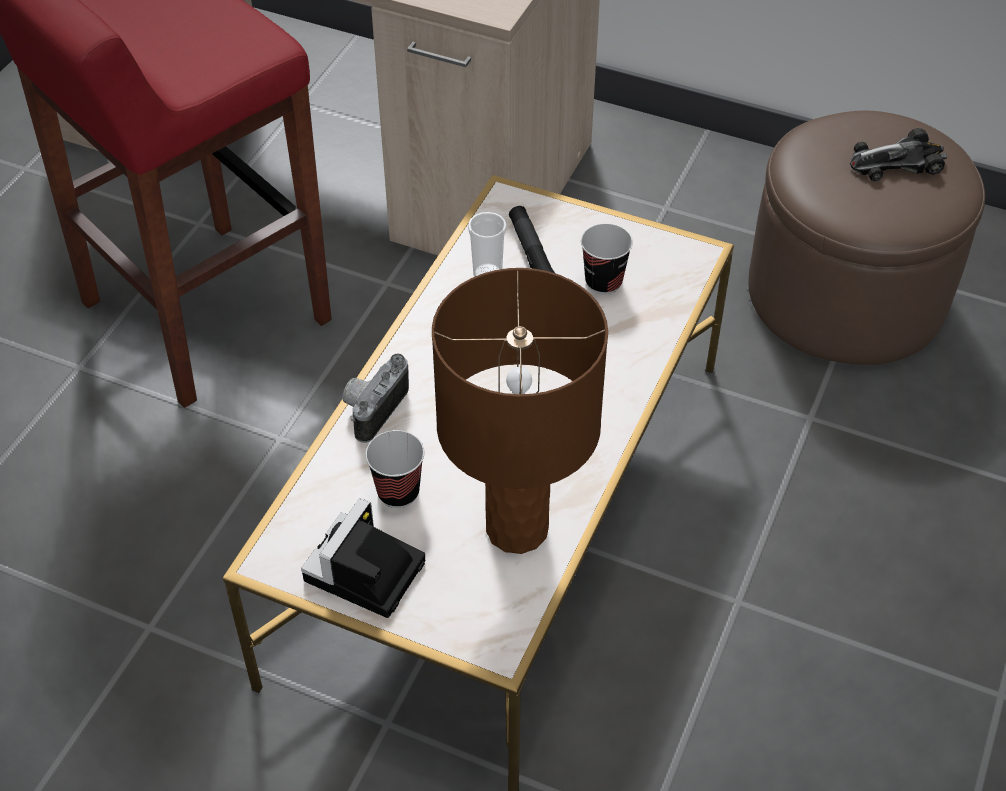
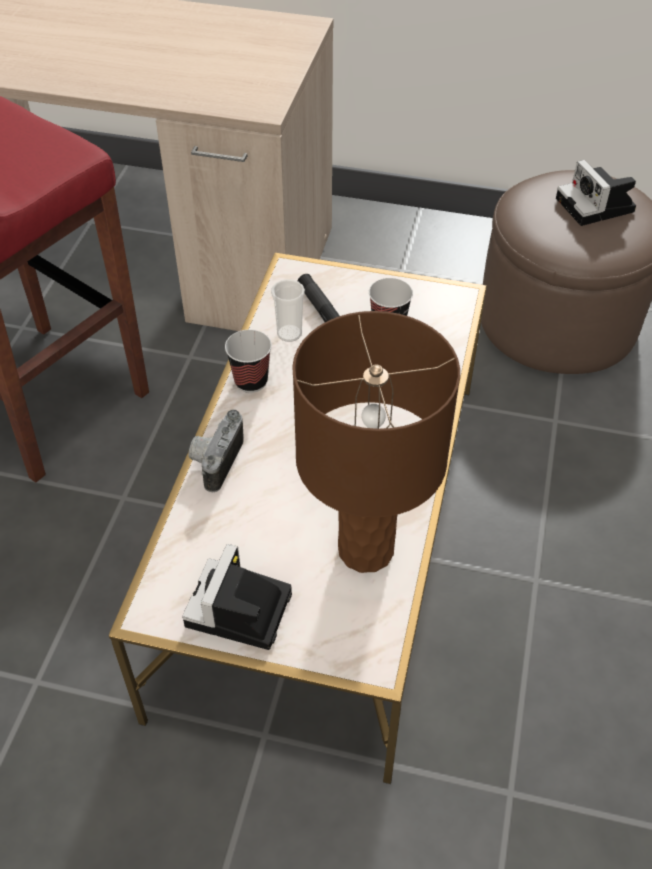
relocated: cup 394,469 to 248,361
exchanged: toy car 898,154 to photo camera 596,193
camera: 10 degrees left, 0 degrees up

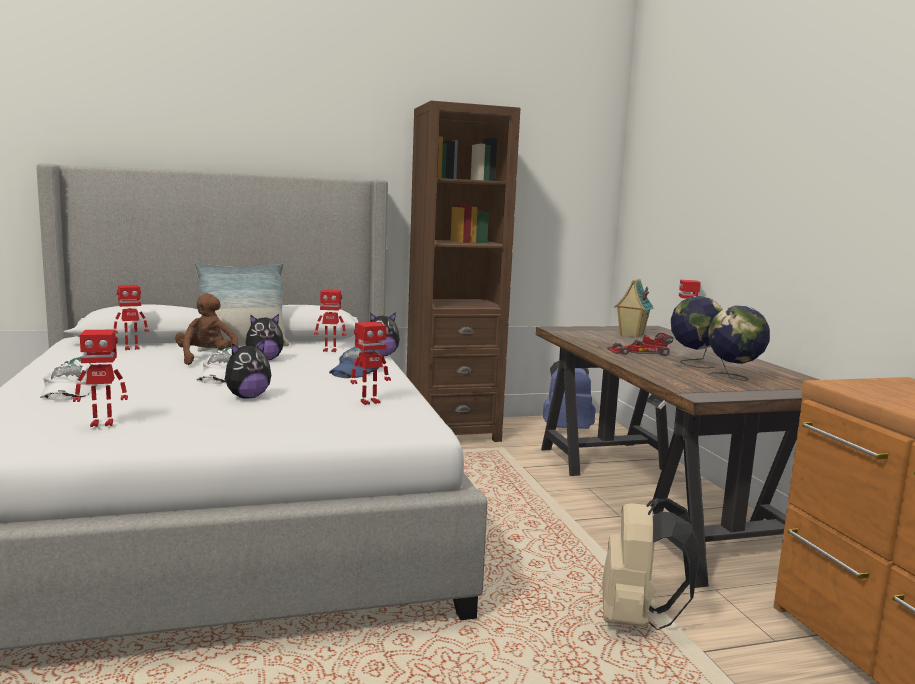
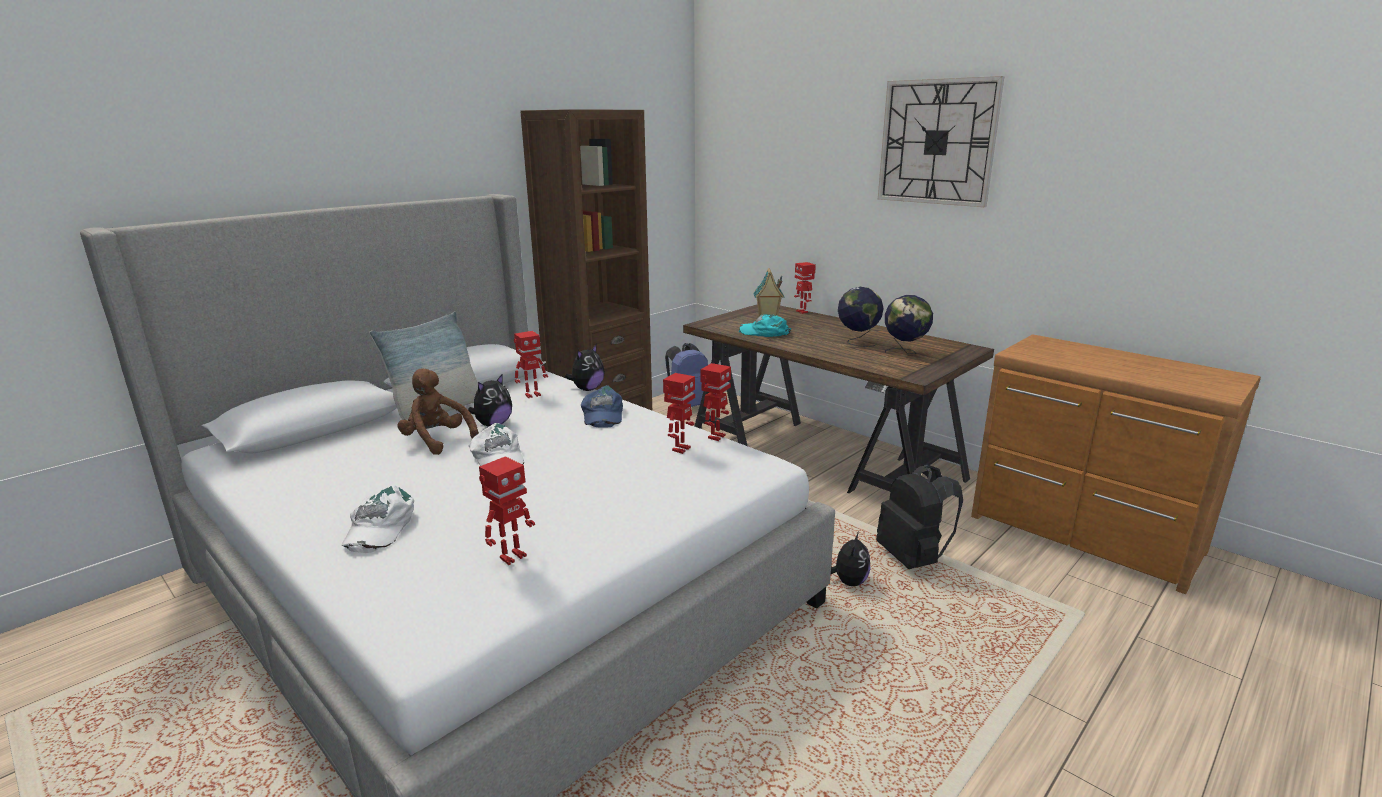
missing: toy car 640,344
appeared: turquoise cap 765,325; wall clock 941,141
relocated: toy robot 131,317 to 716,402; plush toy 248,369 to 850,559
colour: beige backpack 651,564 to black backpack 919,517
spun: white cap 69,378 = 378,519 45 degrees clockwise
camera: 30 degrees left, 10 degrees up

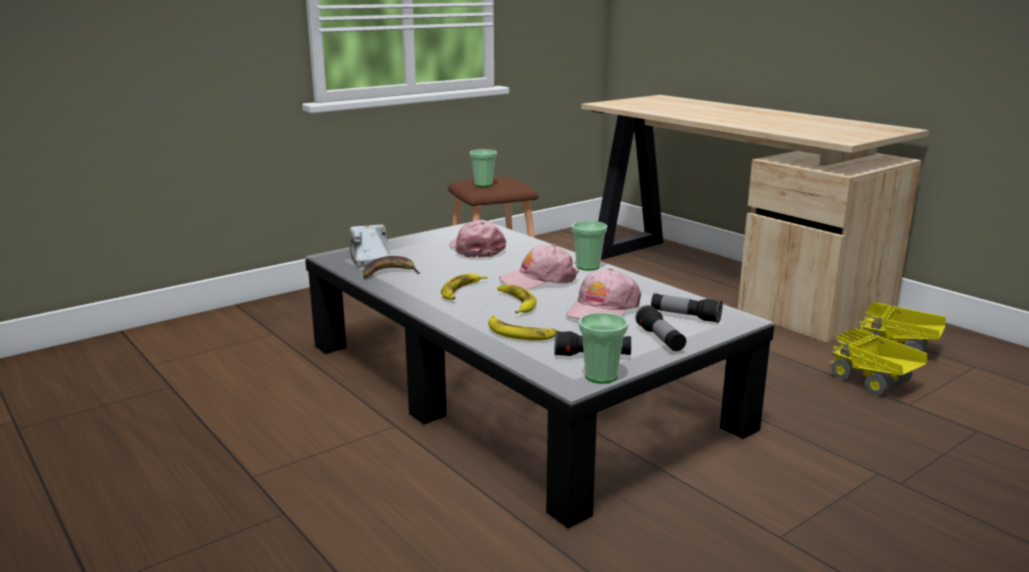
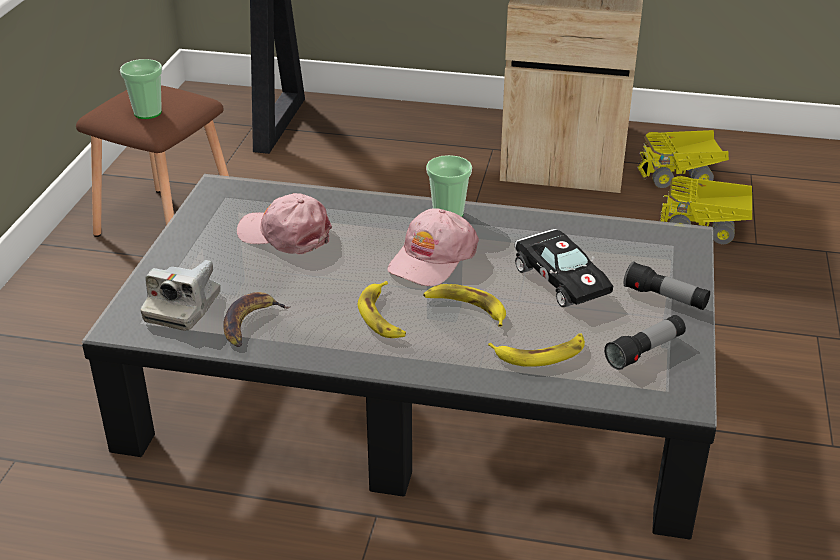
missing: cup 603,348; flashlight 687,308
exchanged: pink cap 603,293 to black toy car 563,268
spun: photo camera 369,246 = 181,295 105 degrees counterclockwise
camera: 40 degrees left, 15 degrees up

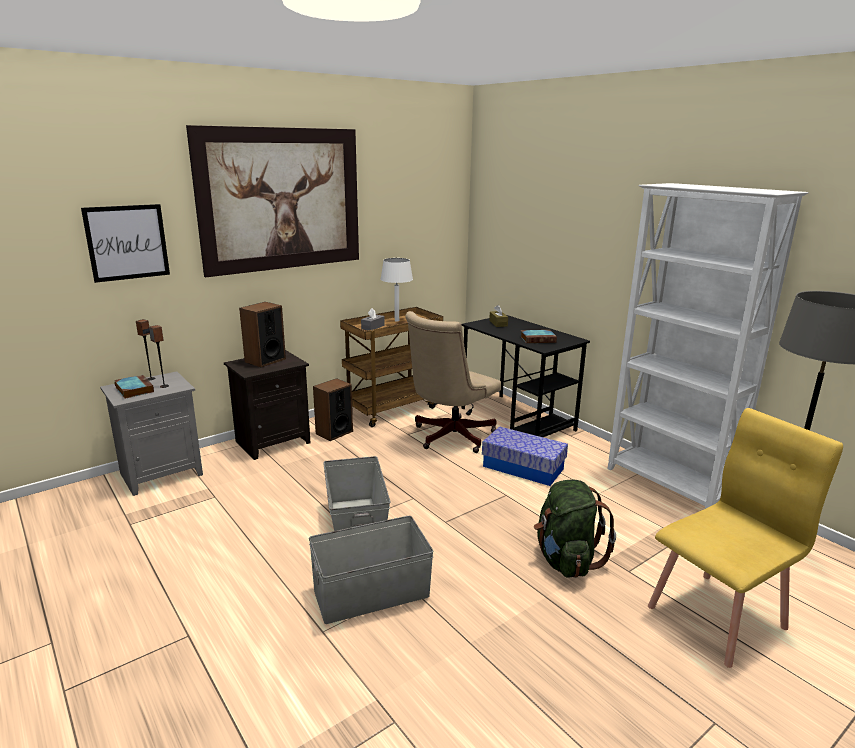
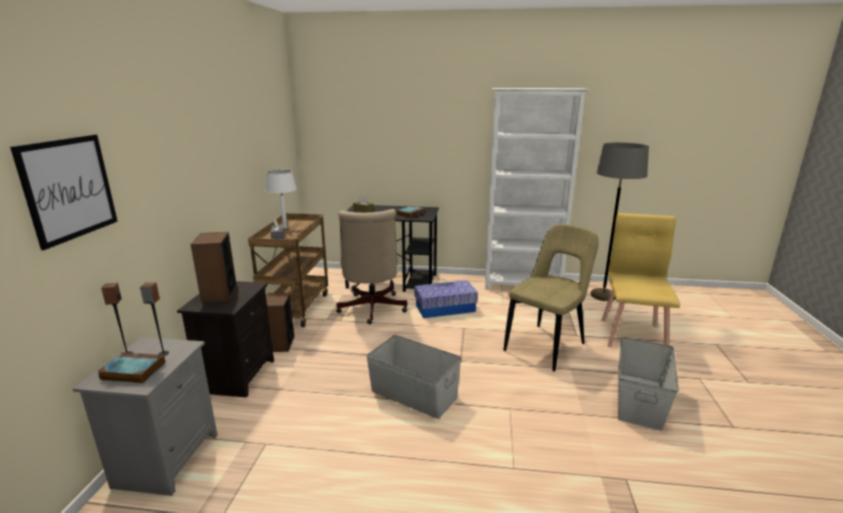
missing: picture 272,201
relocated: grey storage box 371,570 to 648,384
exchanged: green backpack 575,528 to beige chair 551,298
camera: 45 degrees left, 0 degrees up

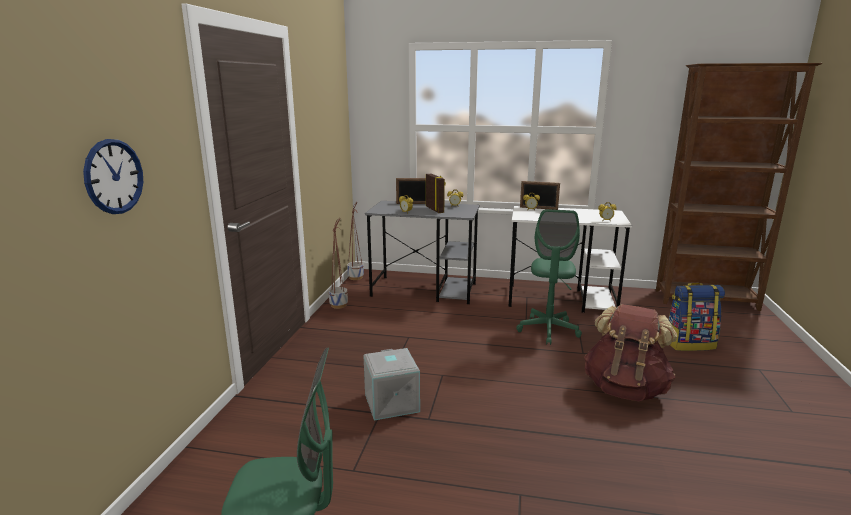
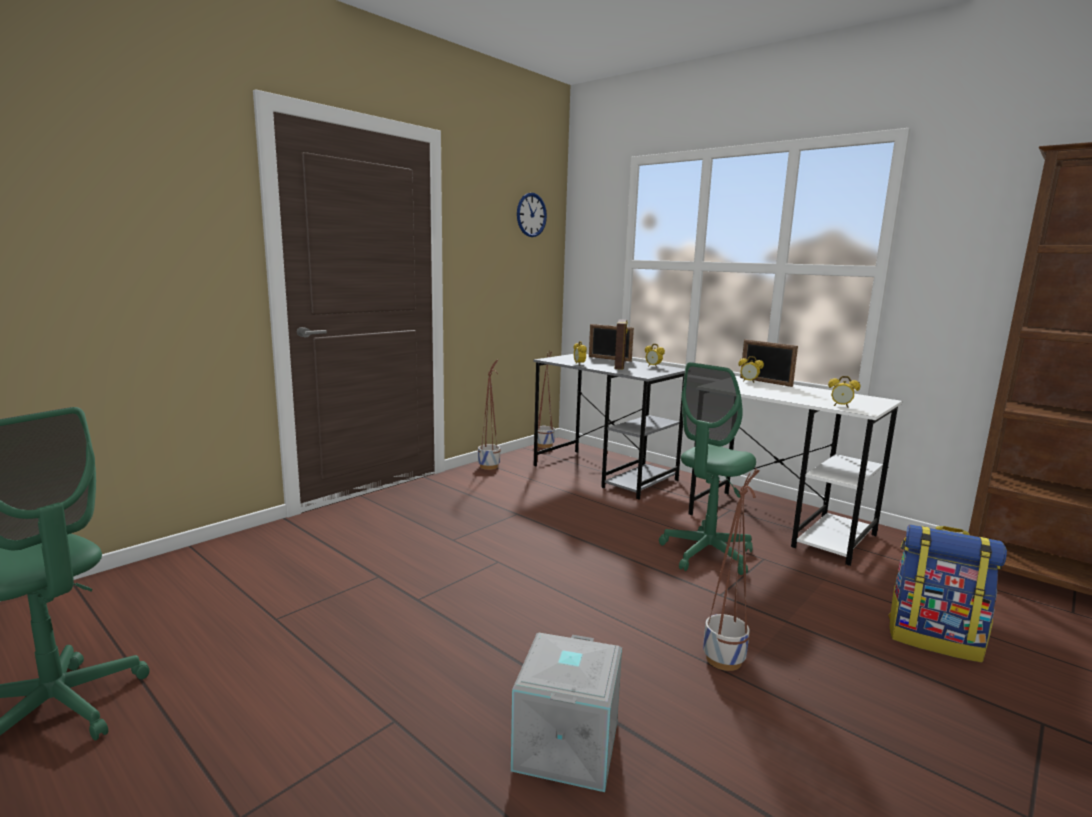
relocated: grey storage box 391,384 to 566,712; wall clock 113,176 to 532,215
exchanged: brown backpack 630,352 to planter 731,569
camera: 30 degrees right, 5 degrees down

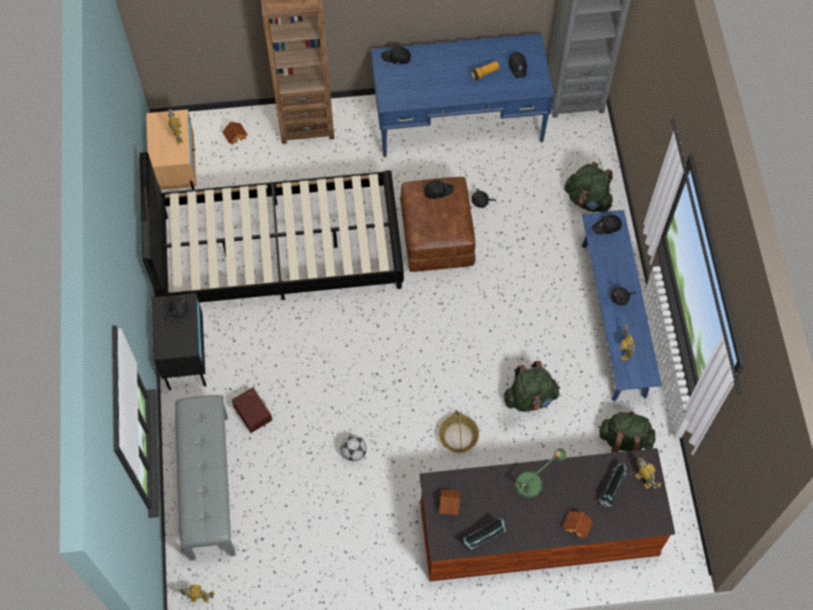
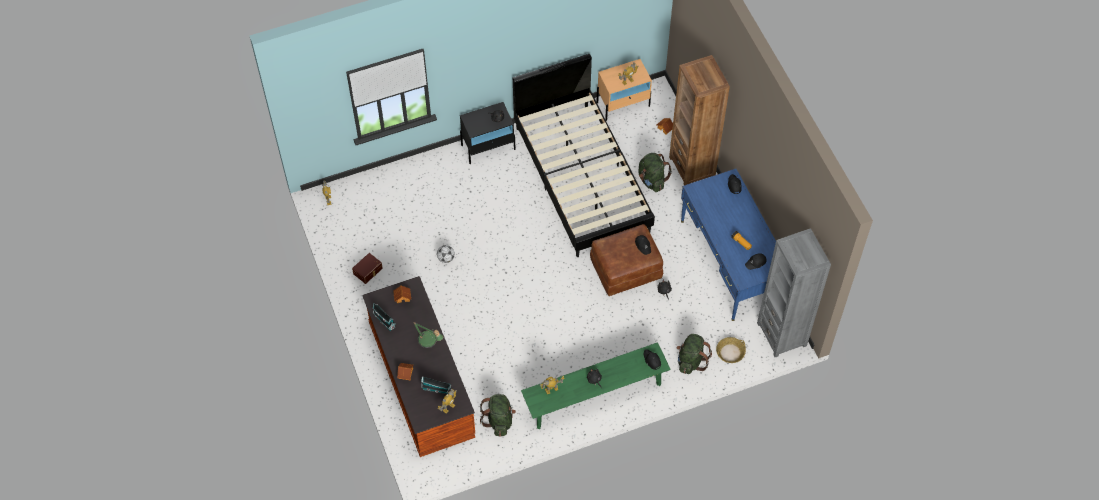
missing: grey bench 205,477
relocated: brown storage box 252,410 to 367,268; green backpack 532,386 to 655,172; basket 458,432 to 731,350
colour: blue bench 622,306 to green bench 596,385
camera: 75 degrees right, 5 degrees down

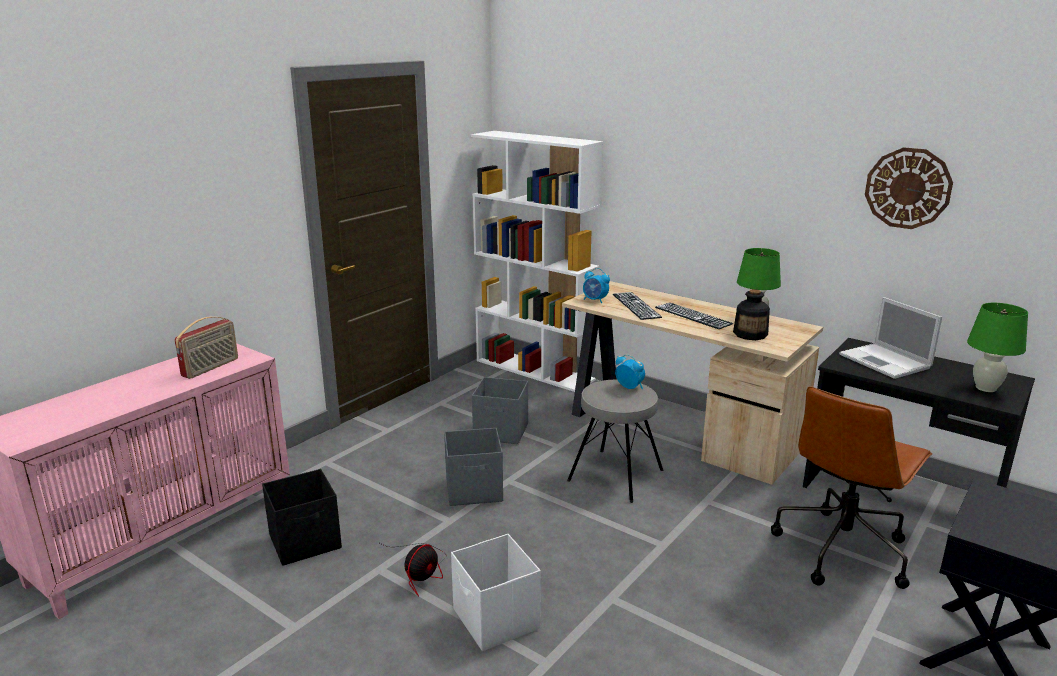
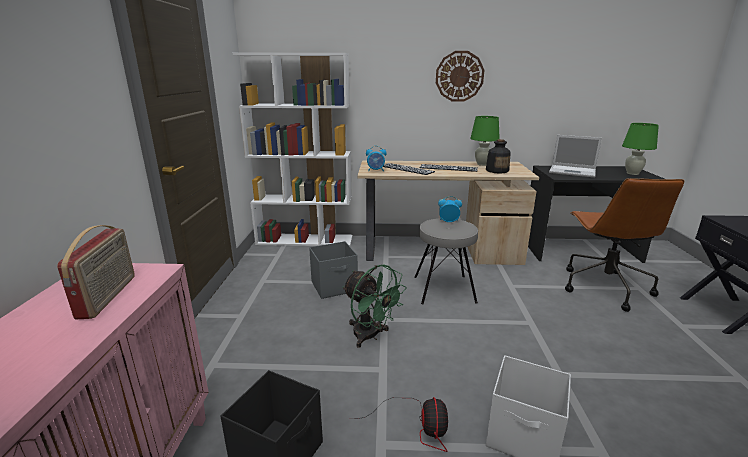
relocated: wall clock 909,188 to 460,76
exchanged: grey storage box 473,467 to green fan 374,306
camera: 35 degrees left, 0 degrees up

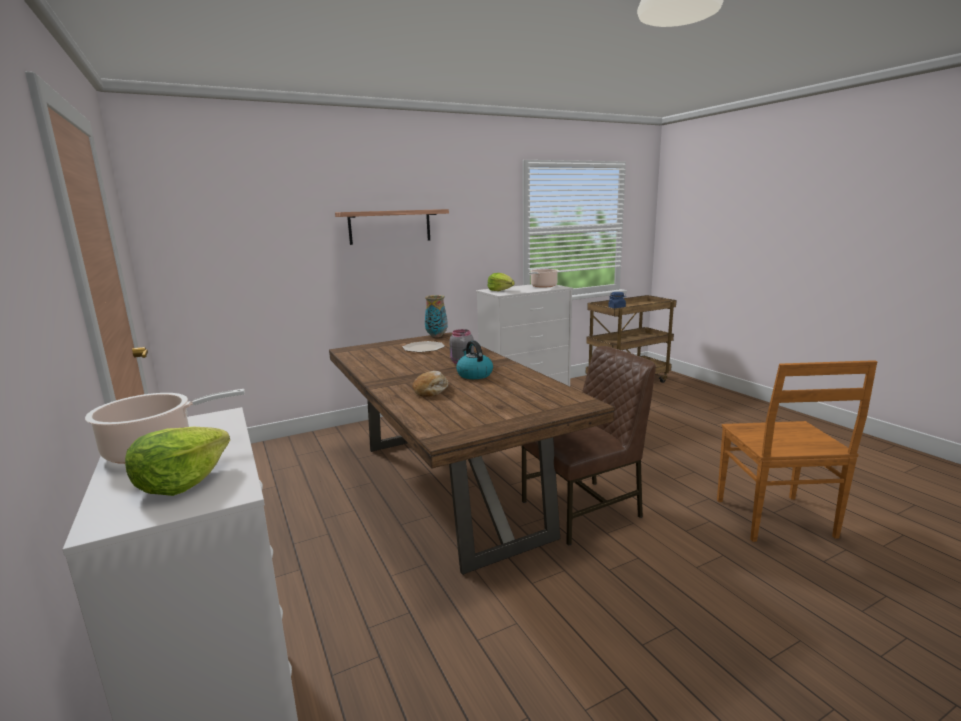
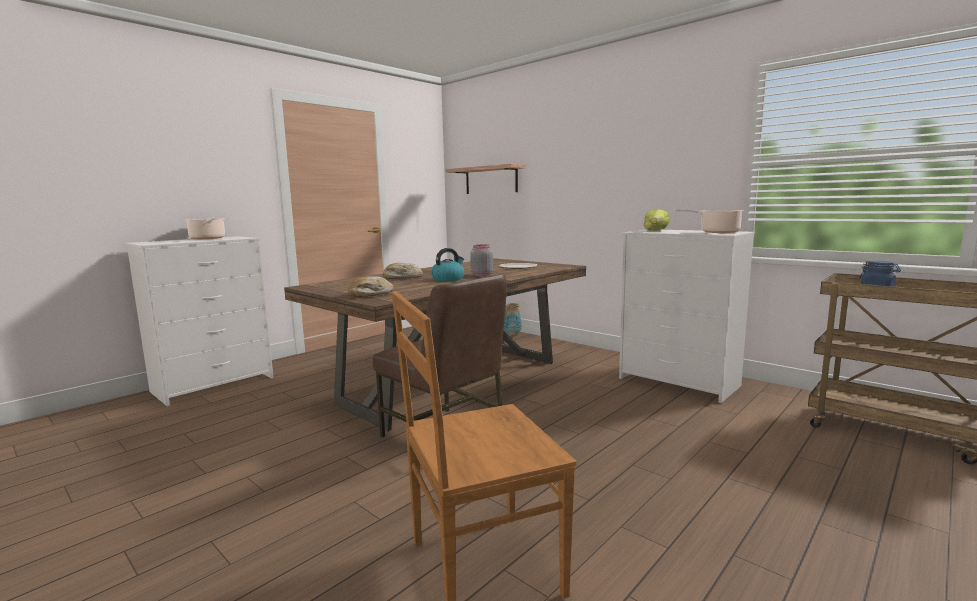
missing: lettuce 177,461
appeared: bread 370,286
relocated: shelf 392,227 to 485,179; vase 436,316 to 513,320
camera: 70 degrees right, 5 degrees down

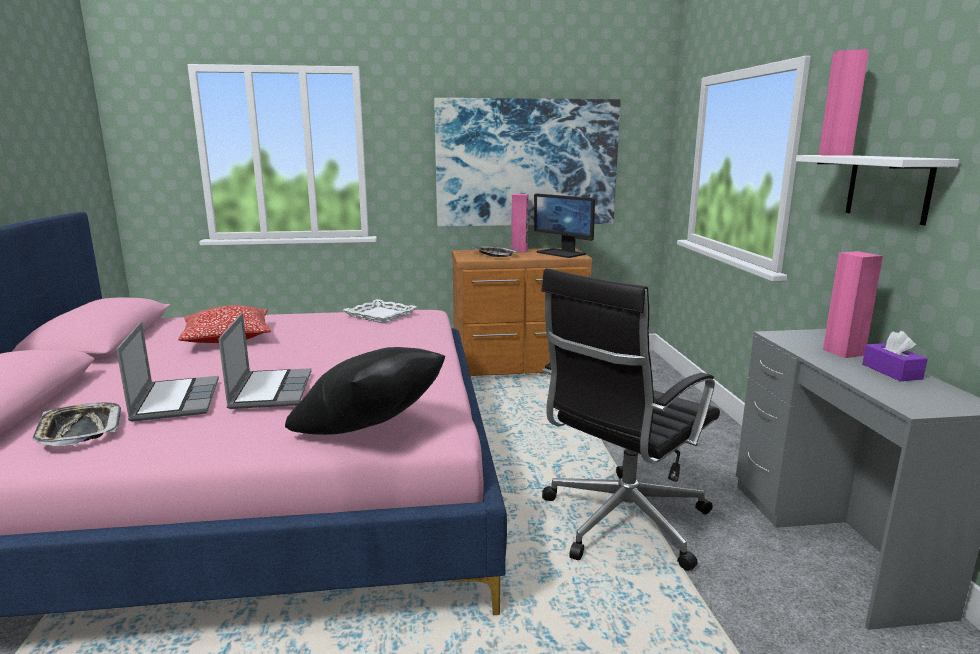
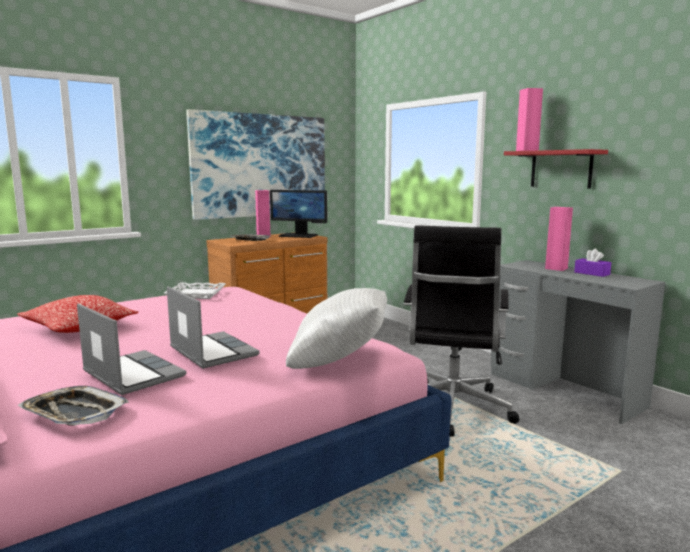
colour: black pillow 365,391 to white pillow 336,328; white shelf 877,190 to red shelf 556,169
camera: 30 degrees left, 5 degrees down

